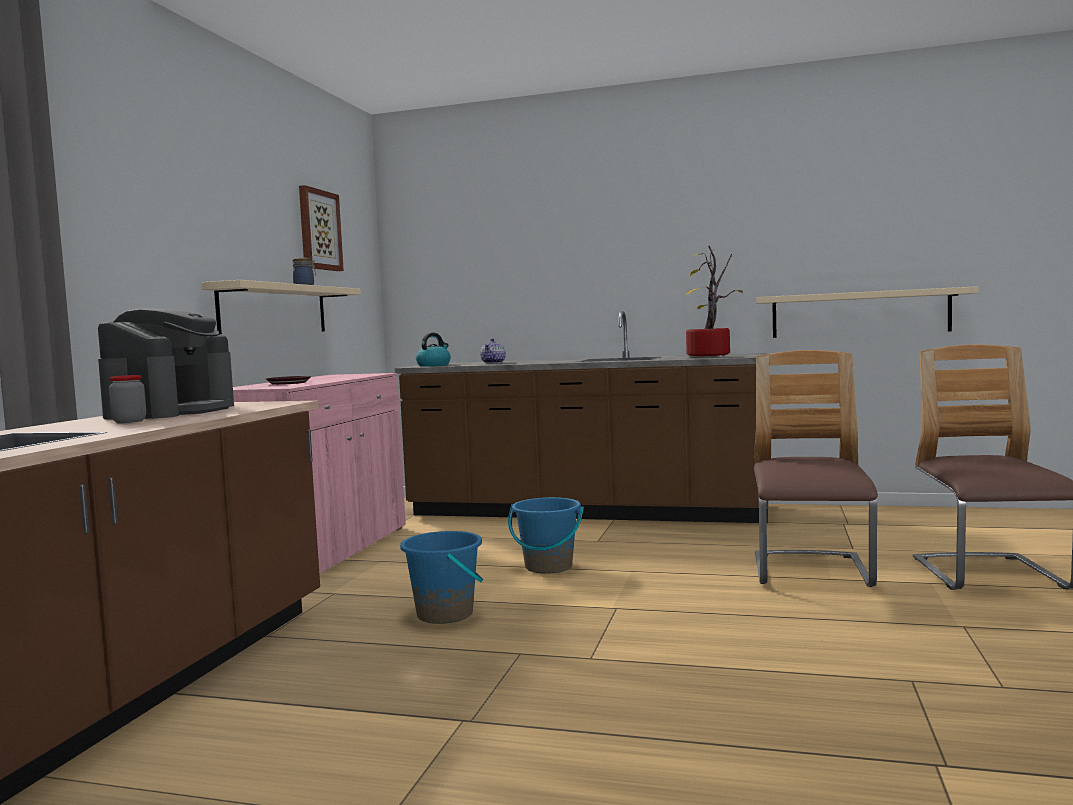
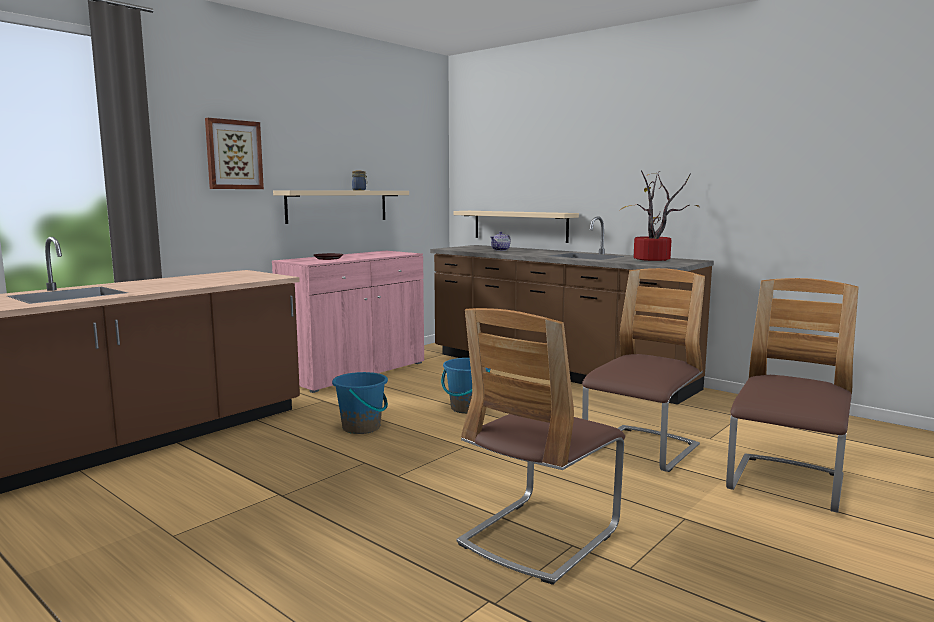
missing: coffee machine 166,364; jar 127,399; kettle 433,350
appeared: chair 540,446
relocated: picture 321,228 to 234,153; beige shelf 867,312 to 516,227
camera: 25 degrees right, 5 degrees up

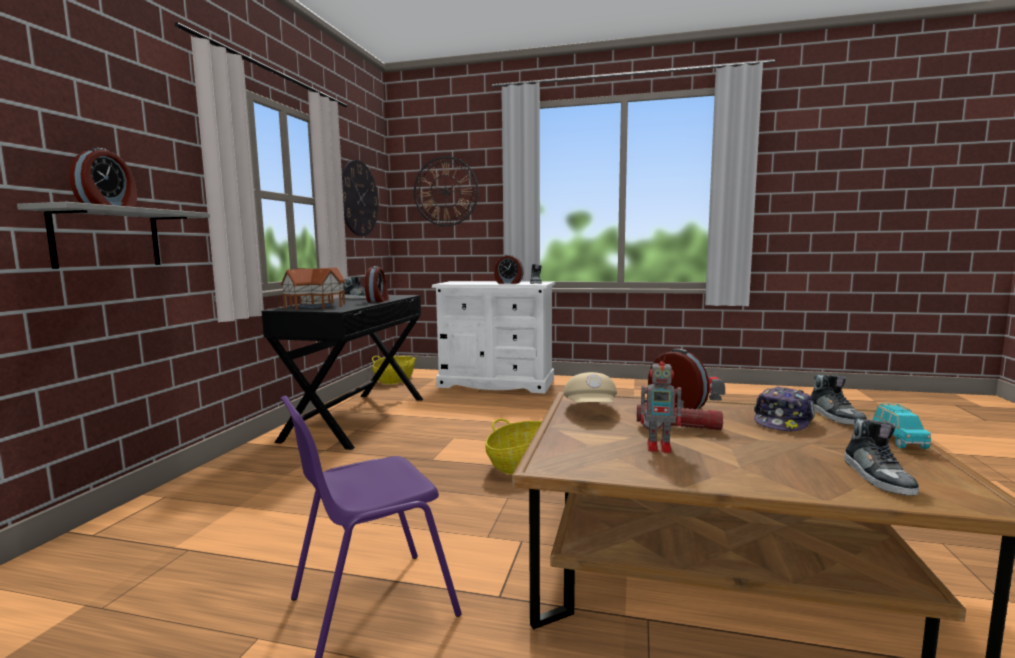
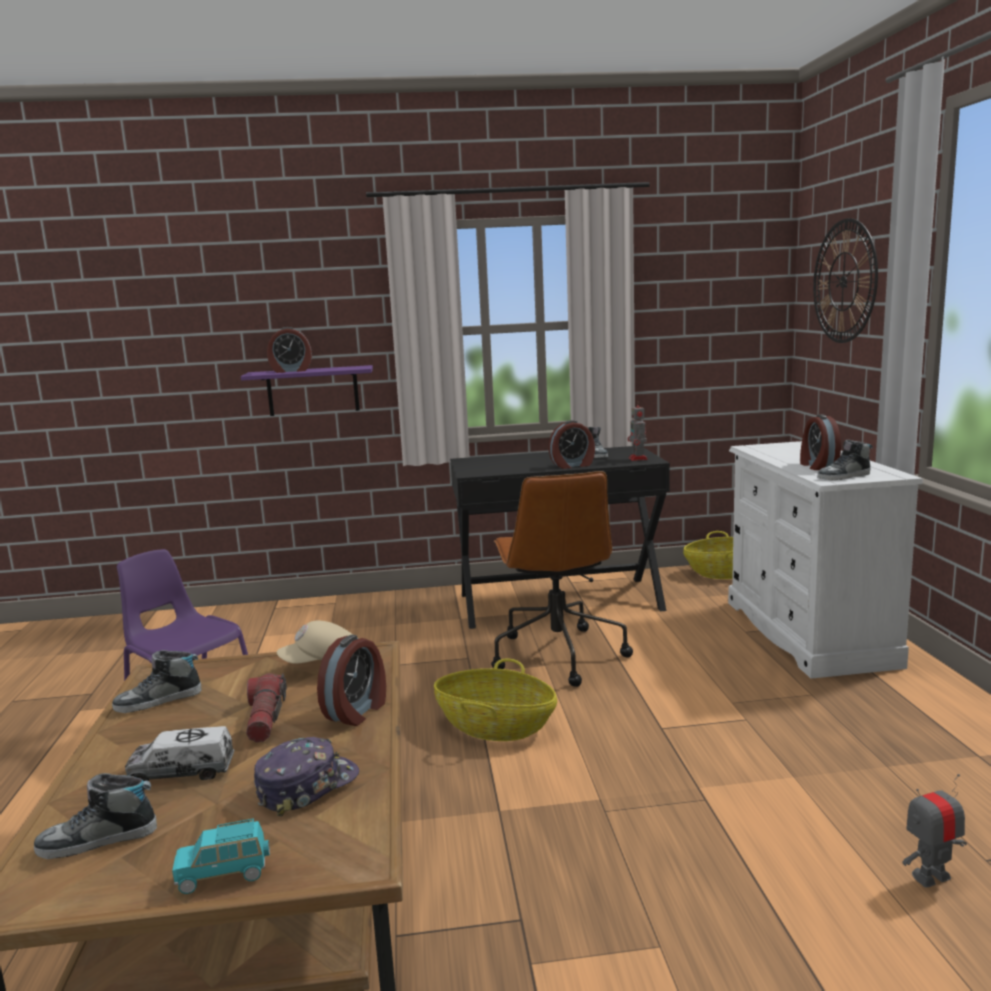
missing: toy house 313,289; wall clock 360,198
appeared: toy truck 180,753; brown office chair 562,579
relocated: shoe 839,400 to 156,681; toy robot 662,403 to 638,431
colour: grey shelf 113,235 to purple shelf 307,390
spun: cap 784,408 = 306,777 120 degrees clockwise
camera: 70 degrees right, 5 degrees up

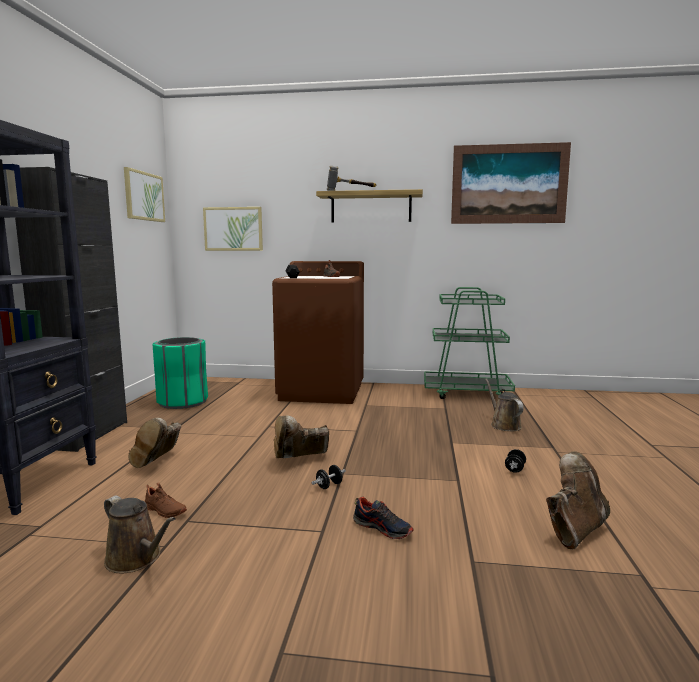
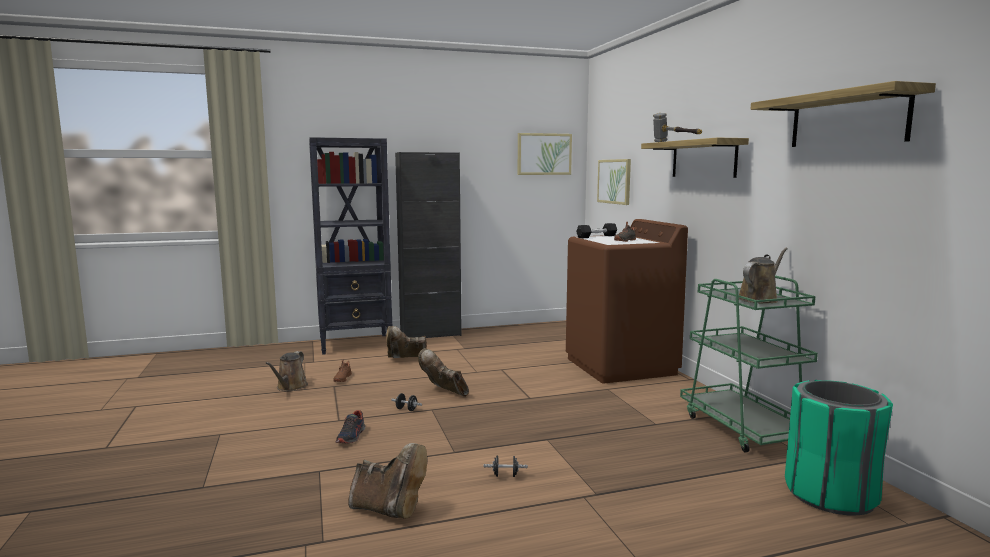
relocated: brown watering can 504,405 to 763,275; green trash can 180,373 to 839,448
exchanged: picture 511,183 to shelf 843,114
camera: 65 degrees right, 0 degrees up

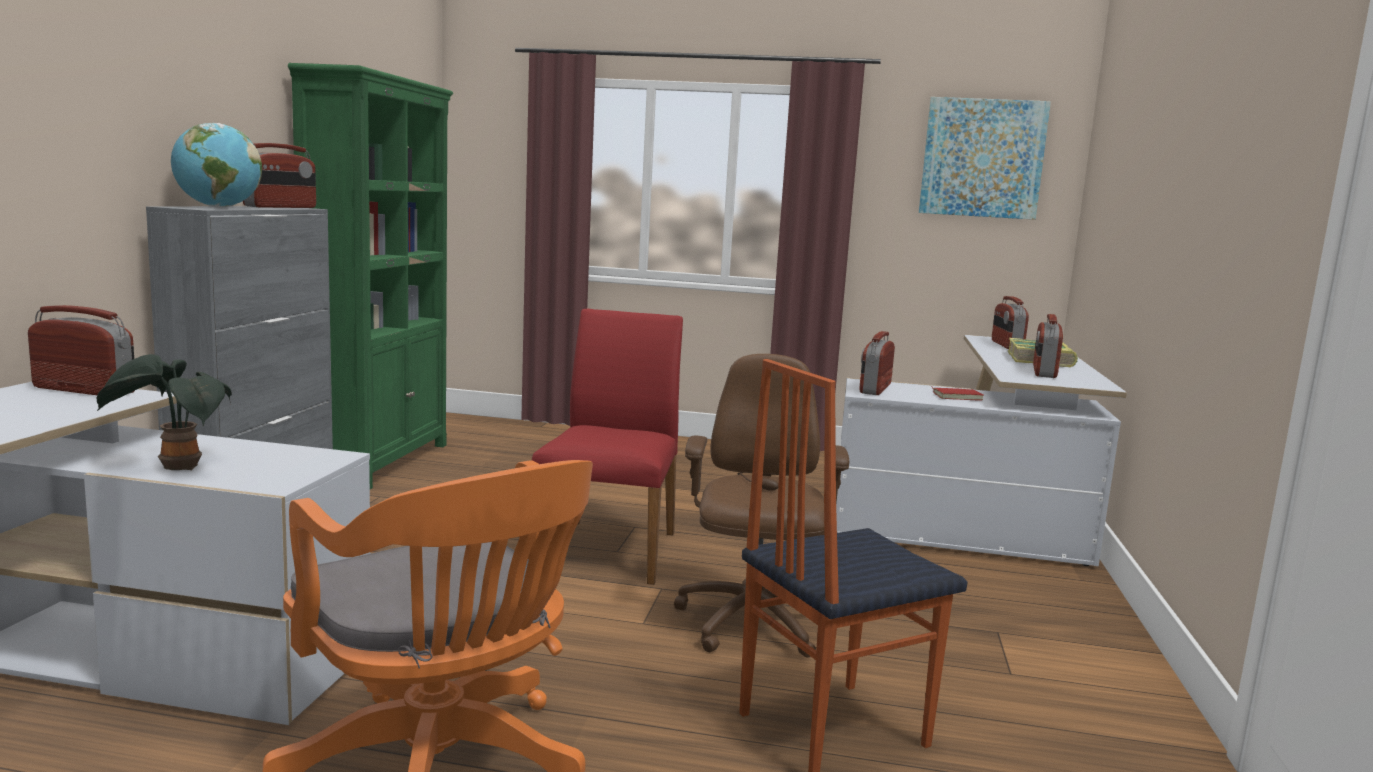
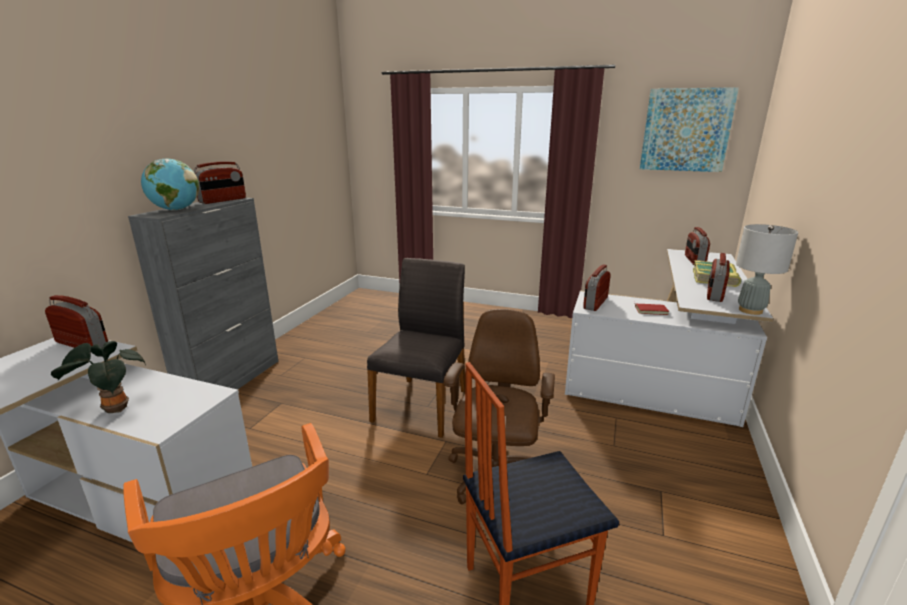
missing: green bookcase 370,276
appeared: grey table lamp 767,269
colour: red chair 607,447 to grey chair 416,348
camera: 10 degrees right, 10 degrees up

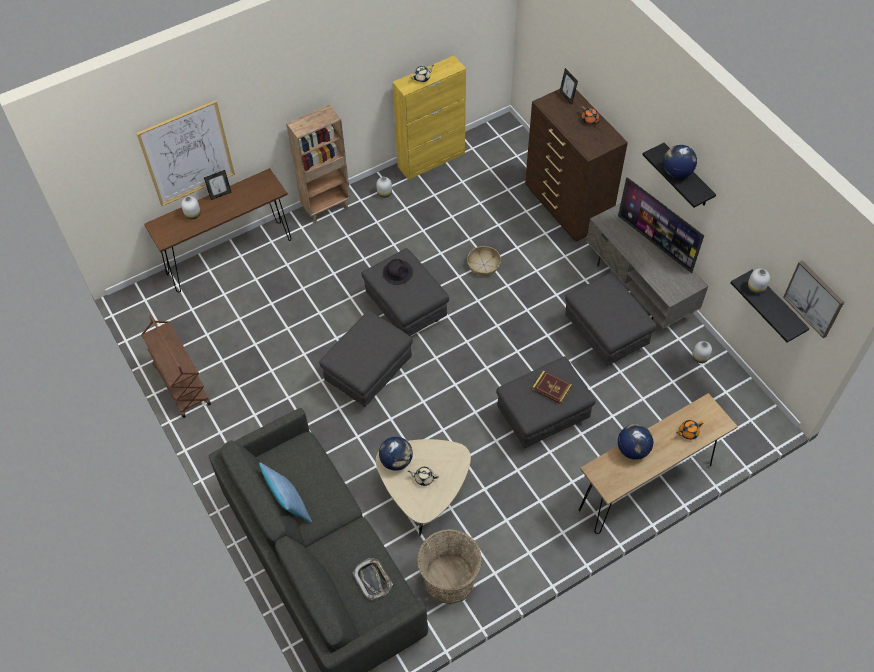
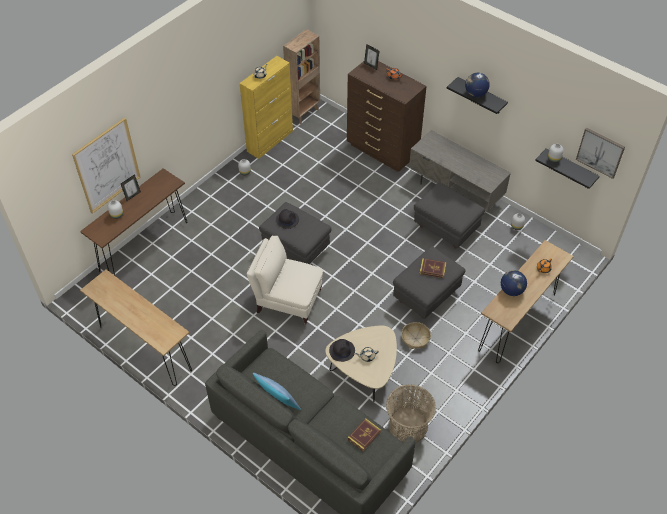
missing: television 661,225
relocated: brown bookcase 318,164 to 301,76; basket 484,261 to 416,335
exchanged: brown cart 176,366 to brown console table 136,328; grey ottoman 366,358 to beige armchair 285,280; globe 396,454 to black hat 342,350; tray 373,579 to book 364,434
camera: 20 degrees left, 5 degrees down

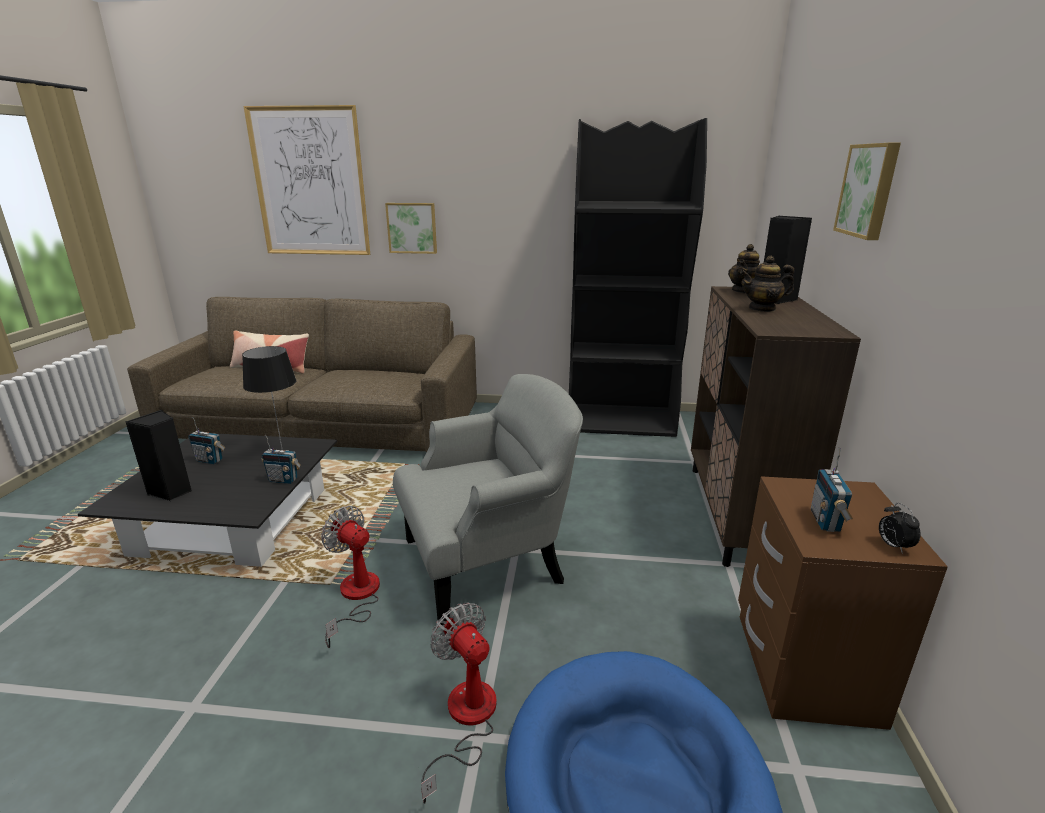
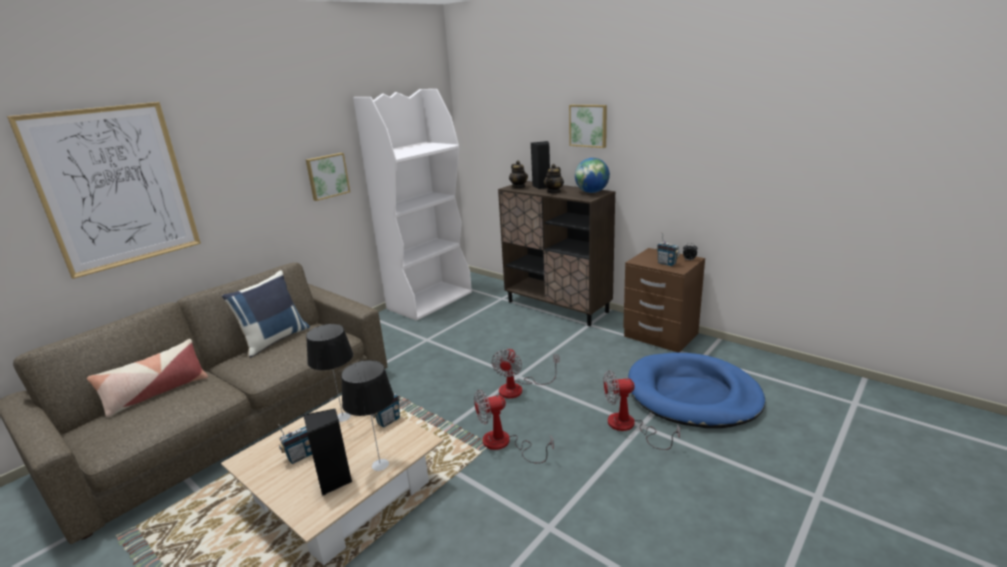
appeared: blue pillow 266,314; table lamp 367,415; globe 592,175
relocated: picture 411,228 to 328,177
exchanged: grey armchair 488,499 to fan 525,373
colour: black coffee table 207,500 to beige coffee table 332,480; black bookcase 638,277 to white bookcase 412,205
camera: 55 degrees left, 0 degrees up

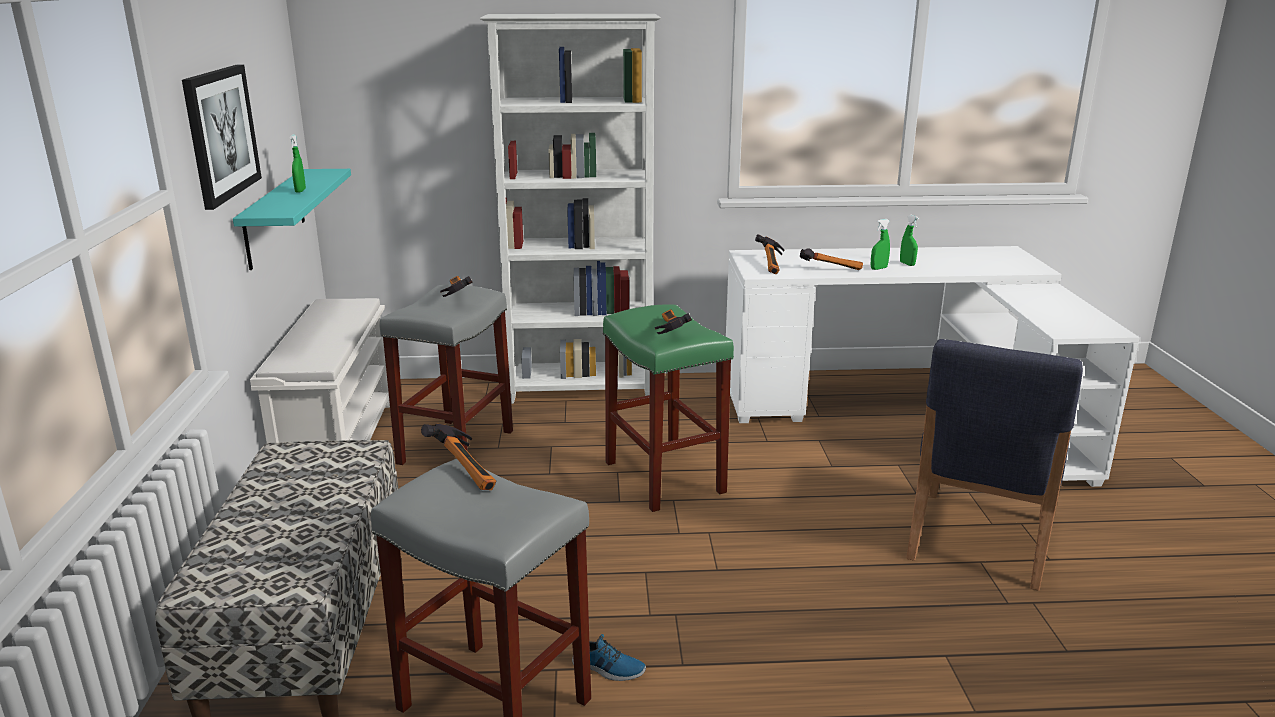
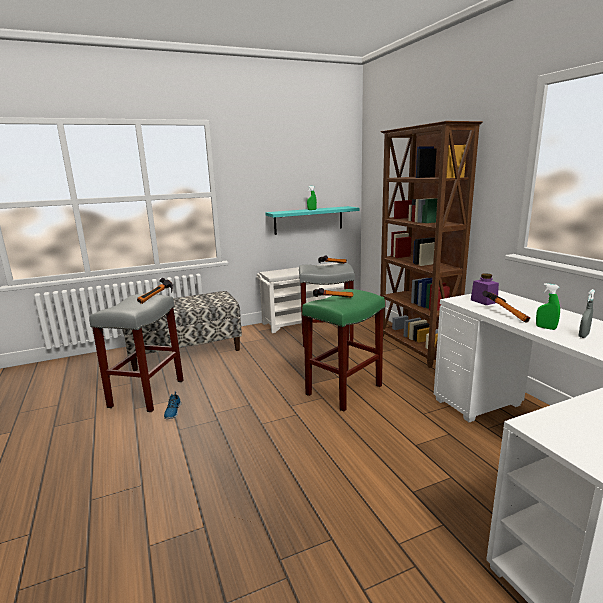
missing: picture 222,137; blue chair 995,465
exchanged: hammer 770,254 to purple jar 485,289
colour: white bookcase 570,209 to brown bookcase 431,244; green spray bottle 909,240 to grey spray bottle 586,313
camera: 70 degrees right, 5 degrees down

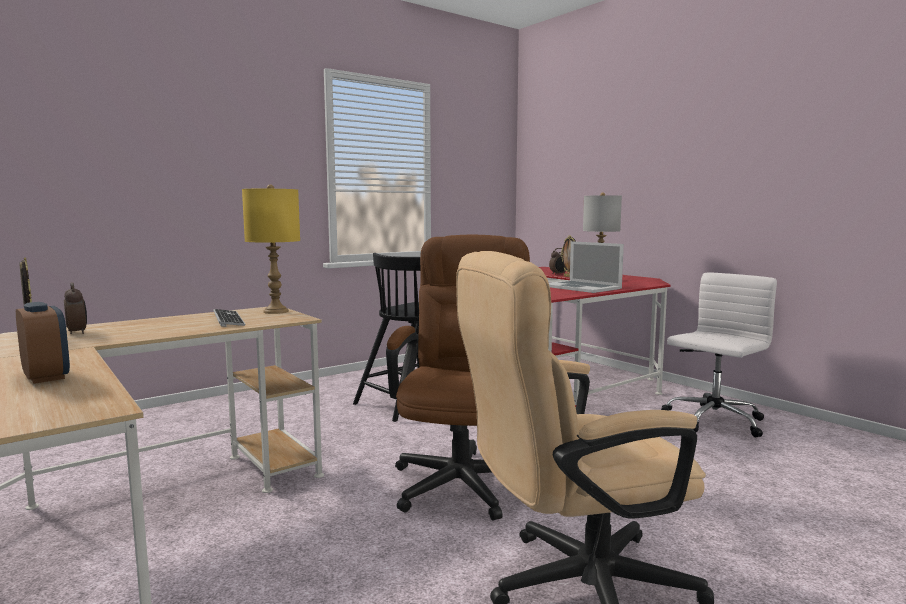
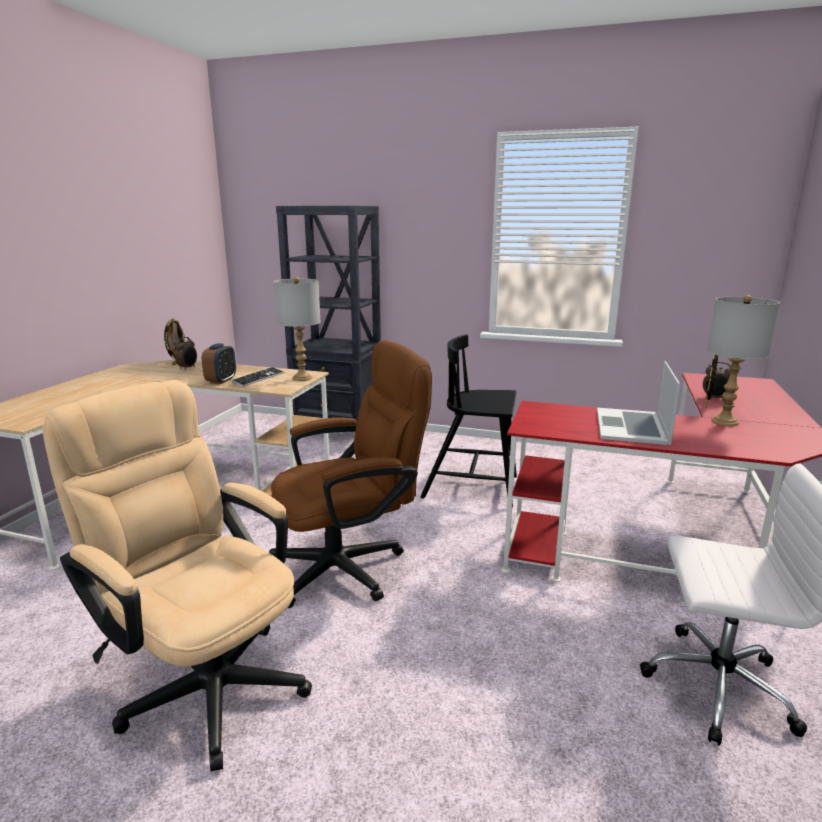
appeared: black bookcase 328,313
relocated: alarm clock 43,343 to 218,363
colour: yellow table lamp 271,249 to grey table lamp 297,329
camera: 55 degrees right, 10 degrees up

